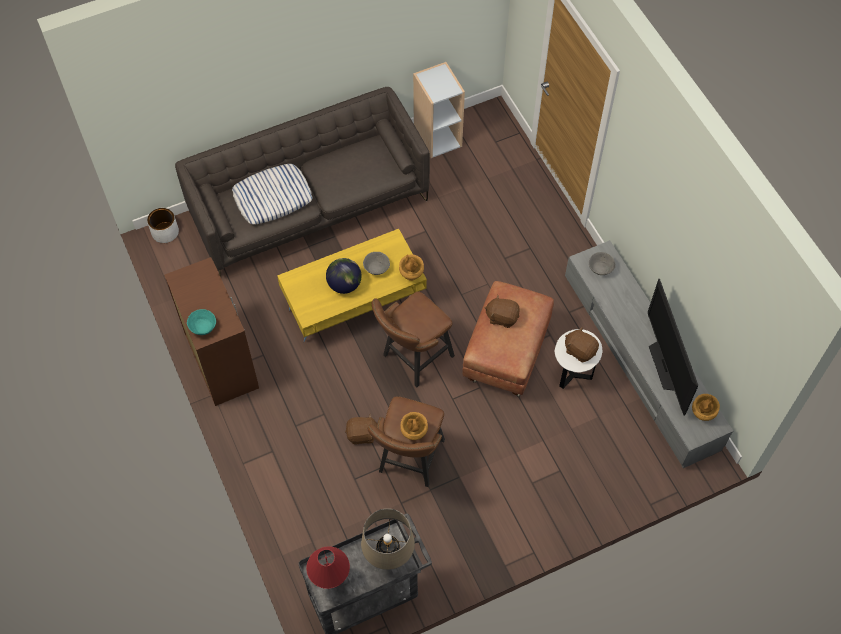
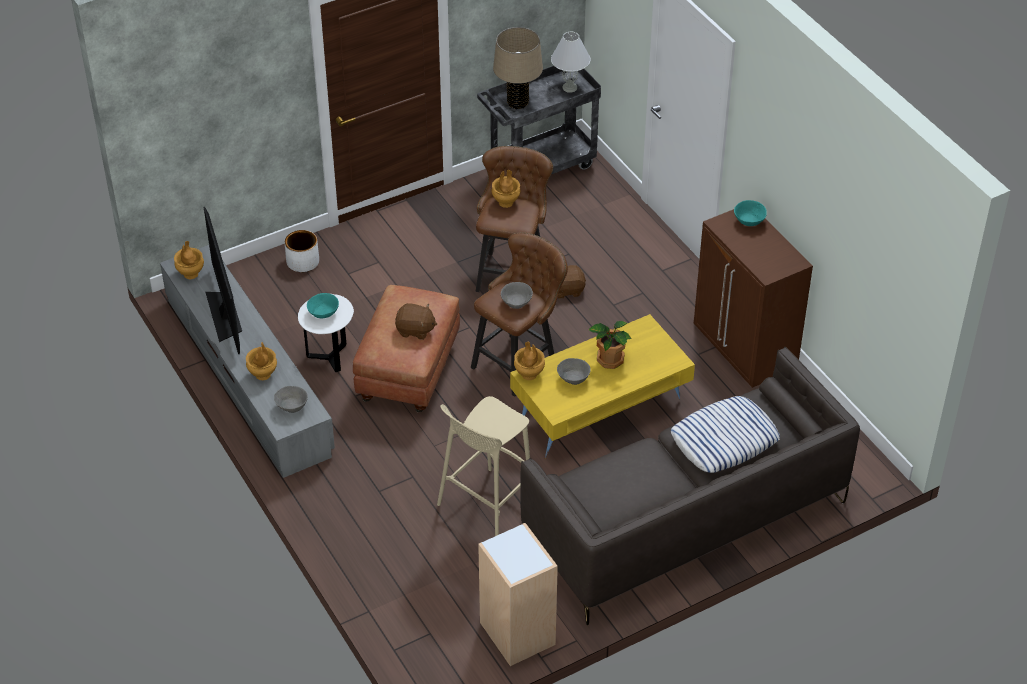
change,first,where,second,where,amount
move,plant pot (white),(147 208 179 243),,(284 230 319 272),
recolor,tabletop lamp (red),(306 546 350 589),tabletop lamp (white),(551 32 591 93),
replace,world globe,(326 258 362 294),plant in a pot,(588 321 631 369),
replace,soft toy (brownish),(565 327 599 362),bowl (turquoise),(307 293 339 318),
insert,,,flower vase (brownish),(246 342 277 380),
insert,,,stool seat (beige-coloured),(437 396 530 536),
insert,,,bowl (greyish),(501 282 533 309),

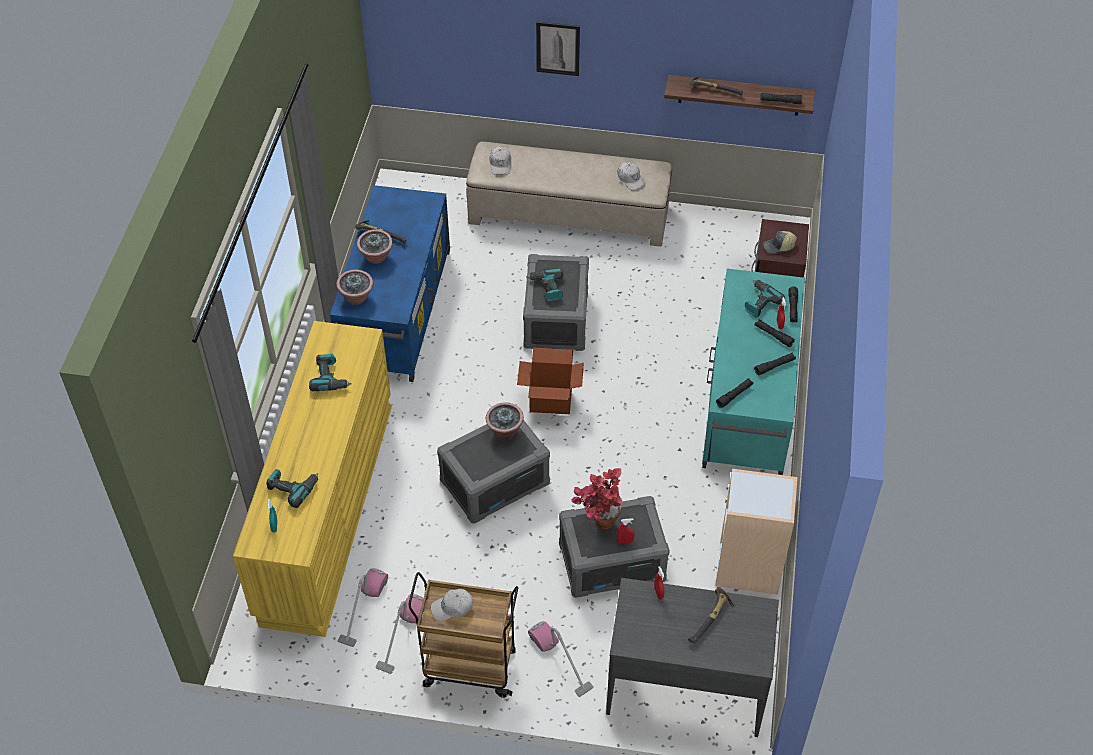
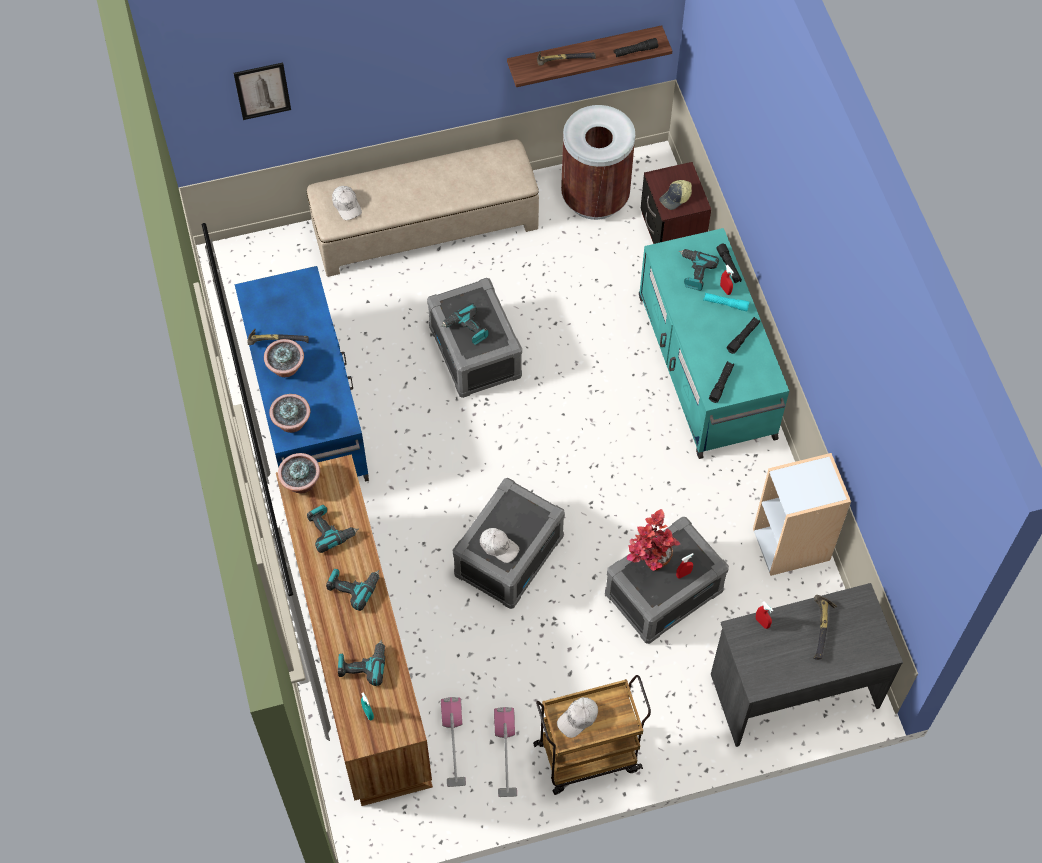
change,first,where,second,where,amount
recolor,dresser (yellow-coloured),(233 321 392 637),dresser (brownish),(276 454 433 806),
move,plant in a pot,(486 402 524 439),,(278 453 320 494),
delete,carton,(517 347 584 414),,,
delete,vacuum,(528 621 593 697),,,
move,picture,(536 21 580 76),,(234 63 291 120),
move,peaked cap (white),(617 162 646 190),,(480 528 520 563),
recolor,torch (black),(754 319 795 347),torch (turquoise),(703 293 750 312),
insert,,,electric drill,(326 569 380 611),
insert,,,rubbish bin (brownish),(561 105 635 220),

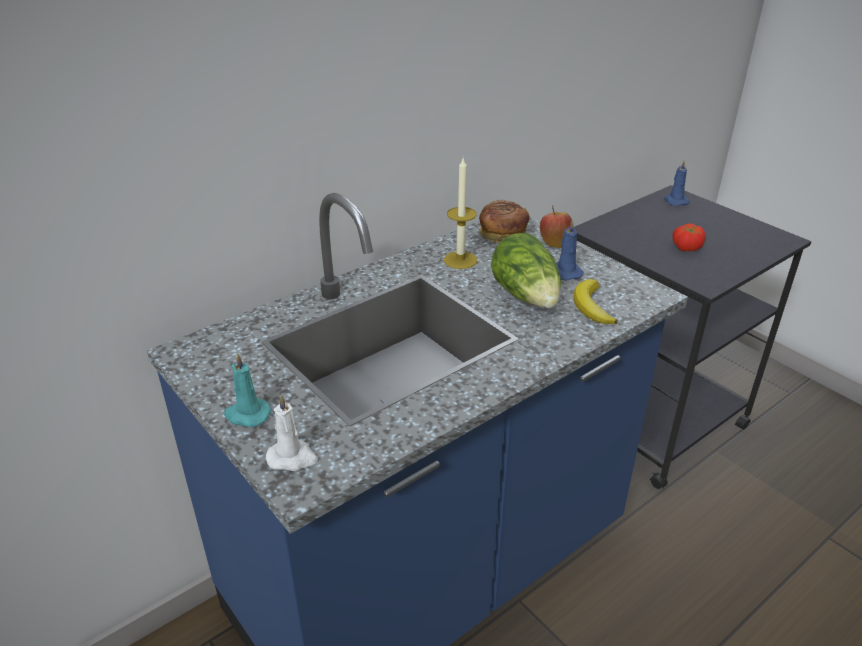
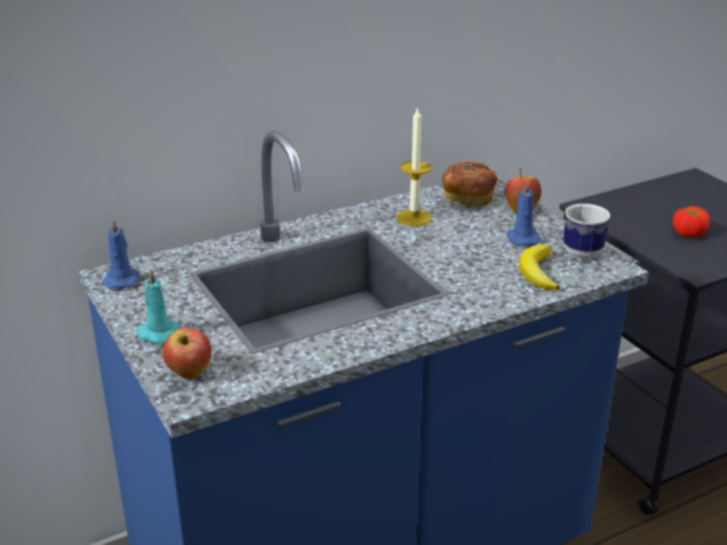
change,first,where,second,where,amount
replace,wax candle (white),(266 394 318 471),apple,(162 327 211 379),
delete,lettuce,(491 233 561 308),,,
move,wax candle (blue-coloured),(664 160 689 206),,(103 218 140 288),
insert,,,mug,(563 203 610 259),

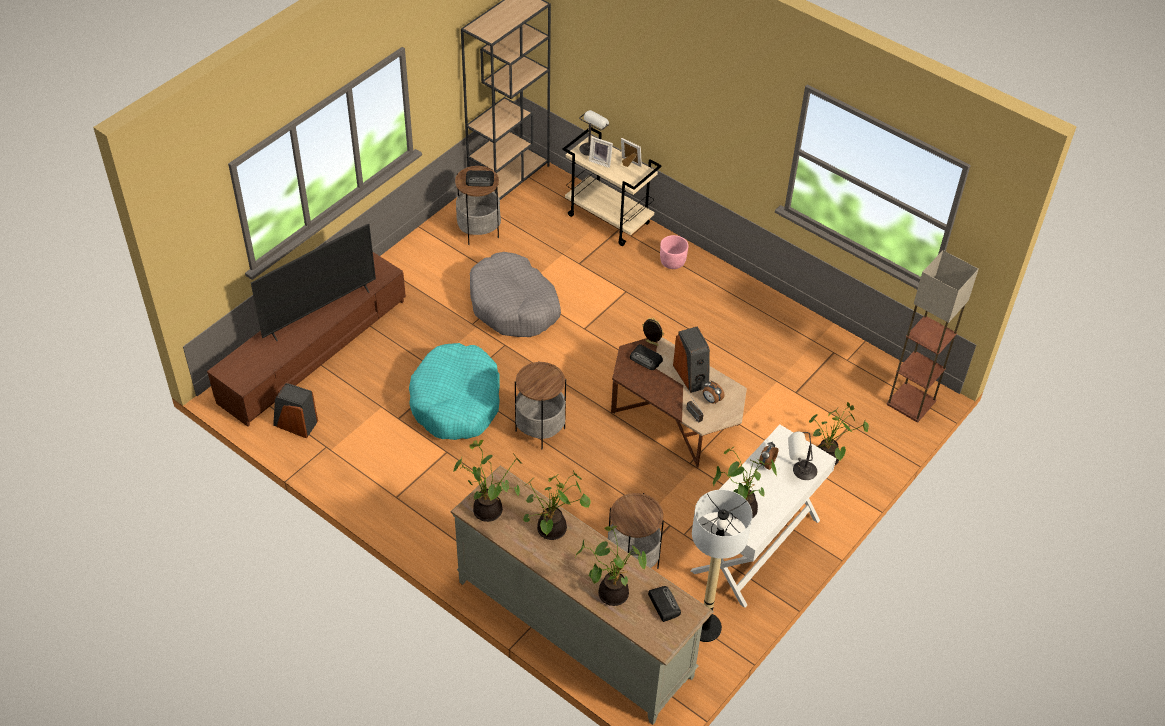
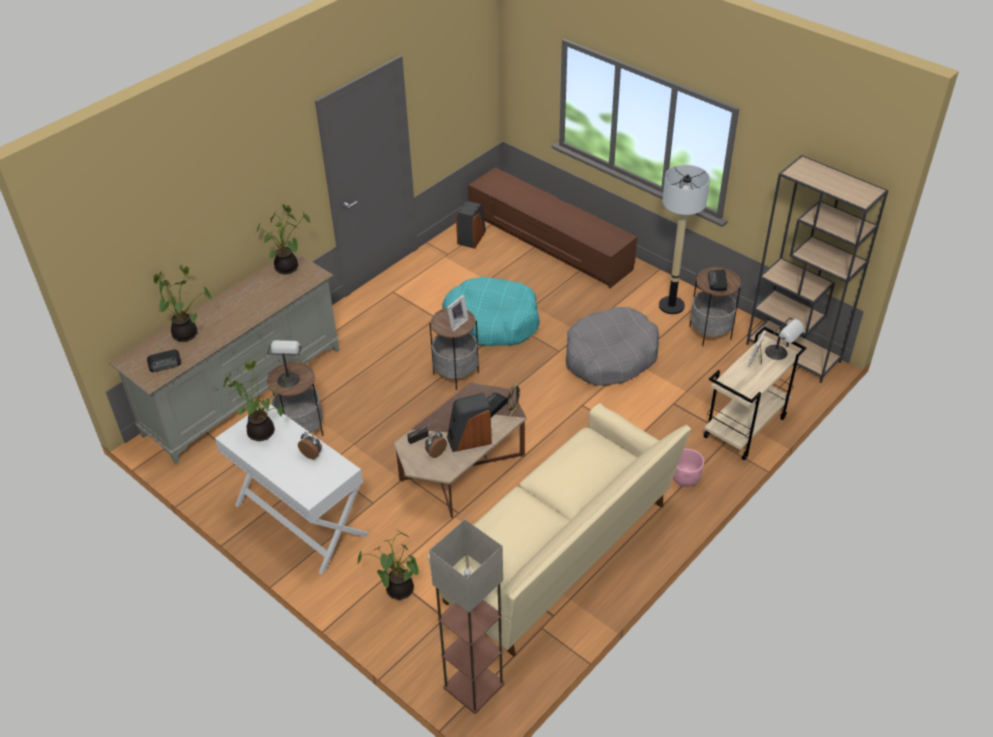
change,first,where,second,where,amount
delete,TV,(251 224 376 341),,,
delete,plant in a pot,(523 470 591 540),,,
move,photo frame,(621 138 642 167),,(447 295 468 332),
move,standard lamp,(692 490 752 642),,(659 165 710 314),
move,tabletop lamp,(788 431 817 480),,(267 340 302 388),
insert,,,settee (beige-coloured),(428 403 691 656),

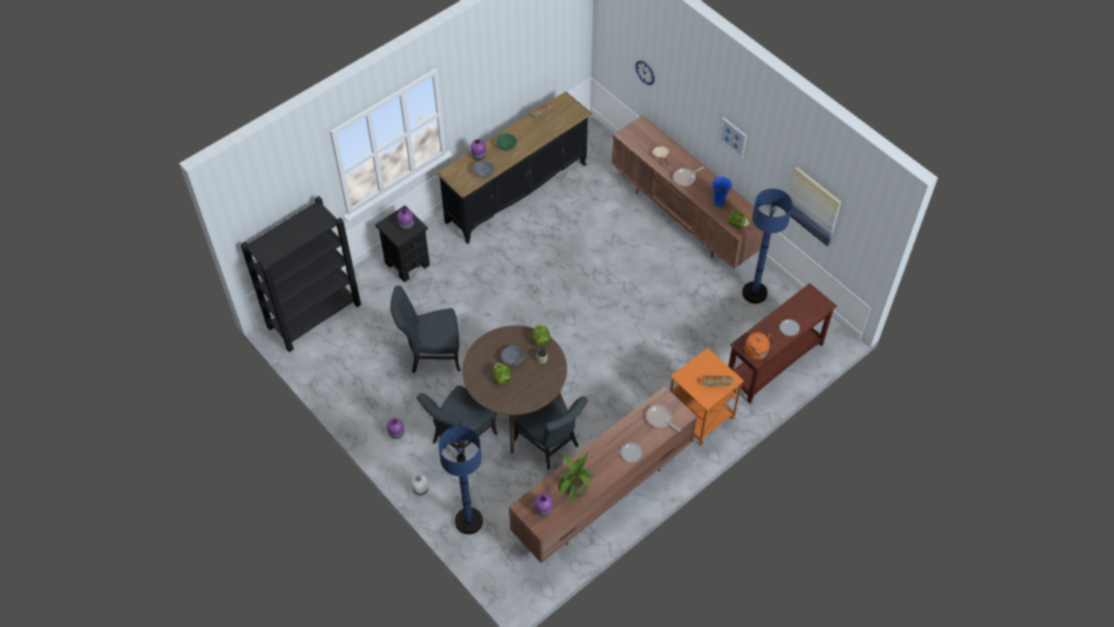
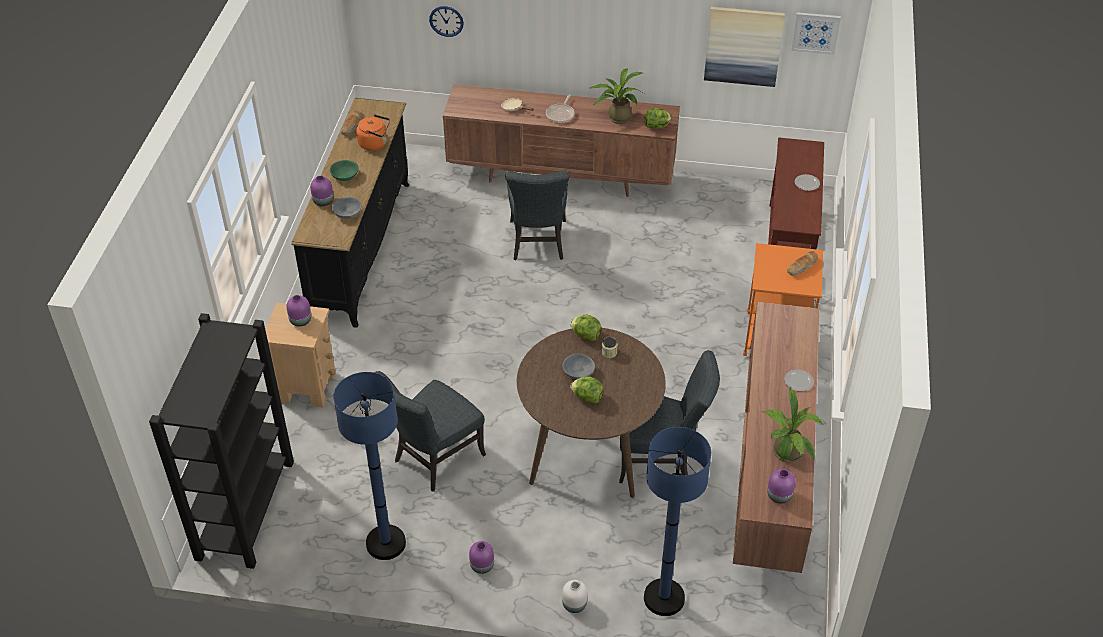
change,first,where,second,where,amount
recolor,night table (black),(375 206 430 282),night table (beige-coloured),(265 303 336 407),
move,upright chair (greyish),(417 385 498 455),,(505 171 570 260),
delete,frying pan,(646 405 681 432),,,
replace,flower vase (blue-coloured),(712 177 732 207),plant in a pot,(590 68 643 124),
move,picture,(718 117 747 159),,(791 12 841 55),
move,standard lamp (blue-coloured),(742 189 792 304),,(333 372 406 560),
move,tea kettle (orangey),(744 332 775 360),,(356 114 390 151),

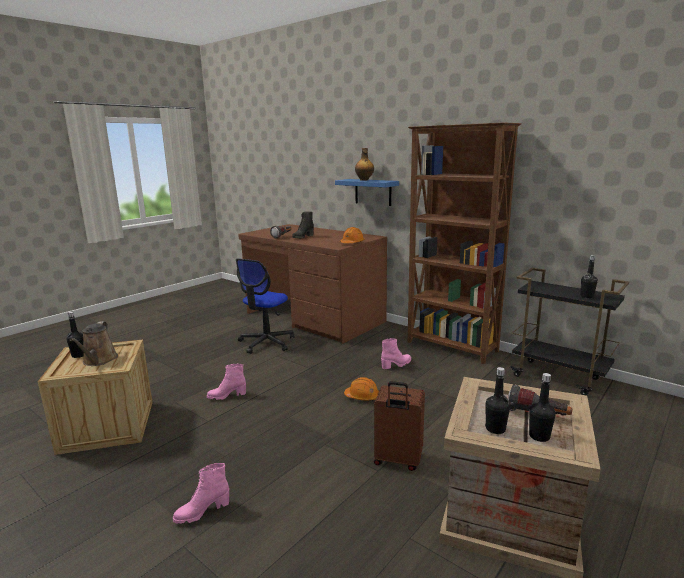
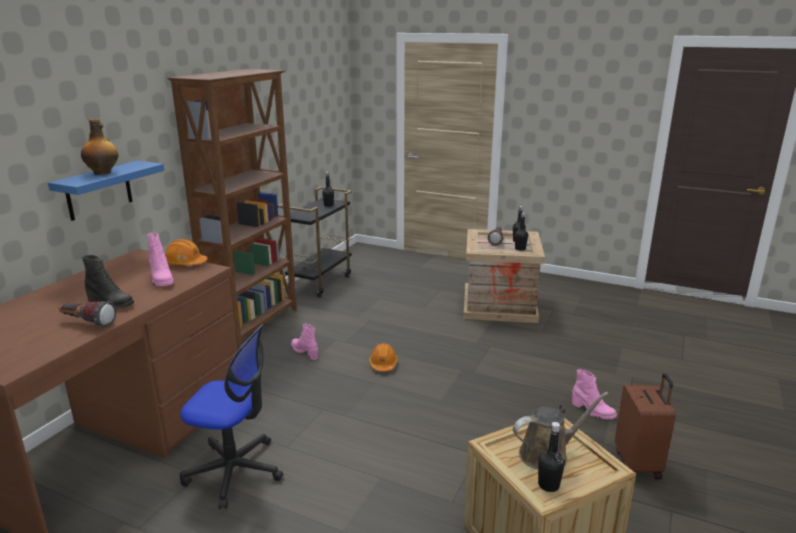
change,first,where,second,where,amount
move,tall boot (pink),(207 364 246 400),,(148 233 174 286),
move,suitcase (brownish),(374 381 425 471),,(615 373 676 480),

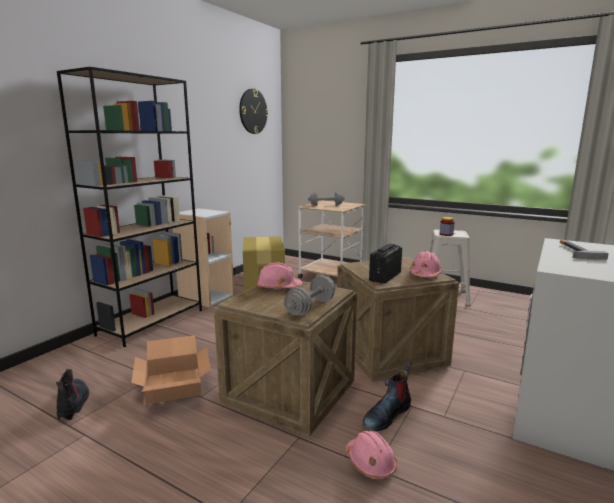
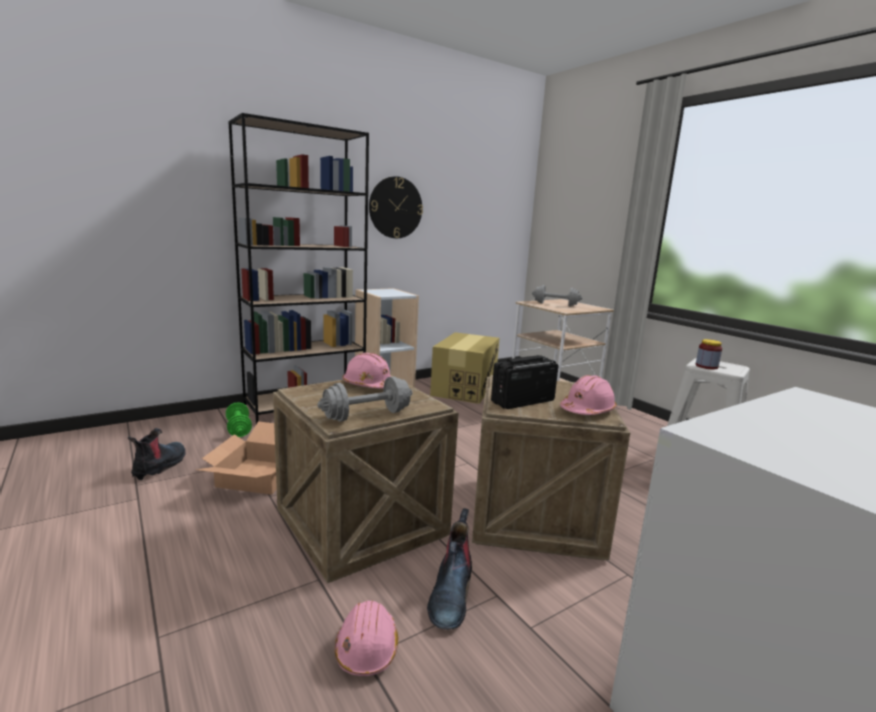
change,first,where,second,where,amount
move,wall clock,(239 89 268 134),,(369 176 423 238),
rotate,tall boot,(363 362 412 431),,(427 508 472 630),60 degrees counterclockwise
delete,tool hammer,(560 240 609 260),,,
insert,,,hand weight (green-coloured),(226 402 252 437),

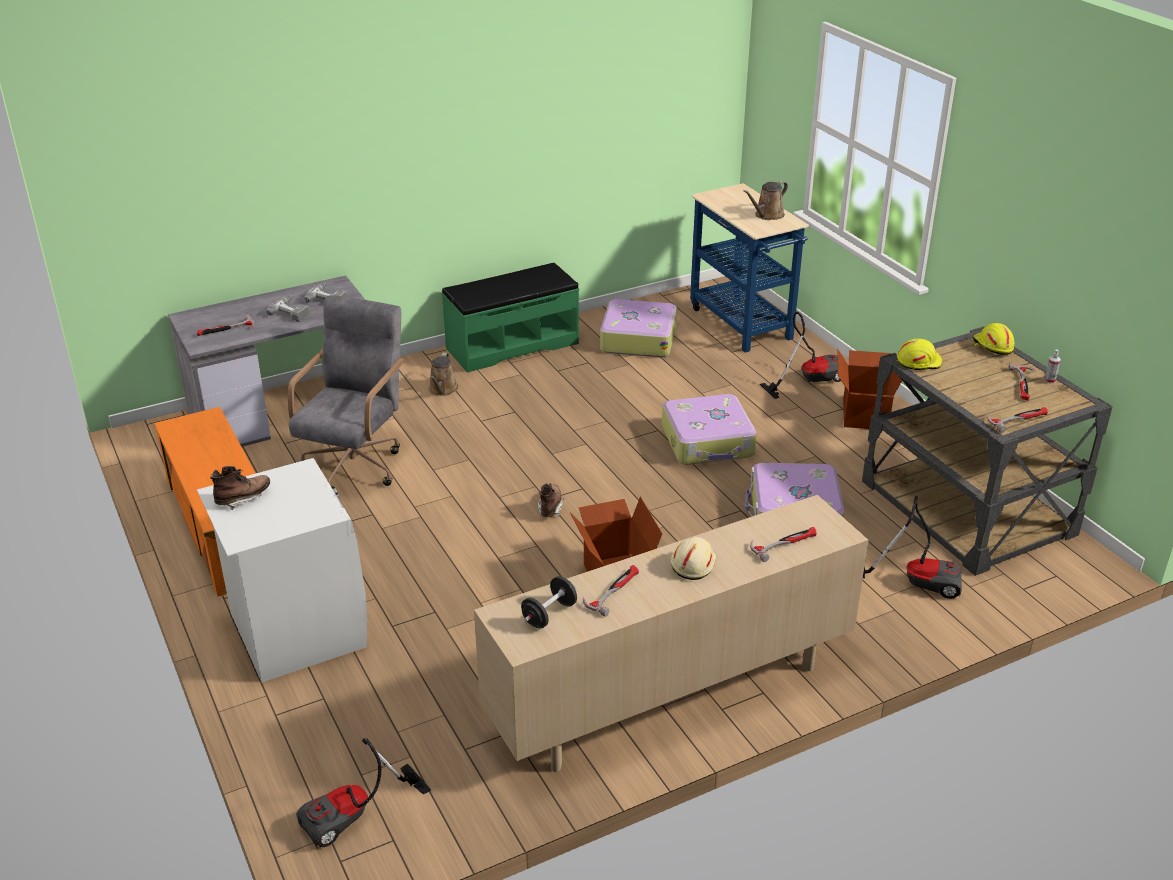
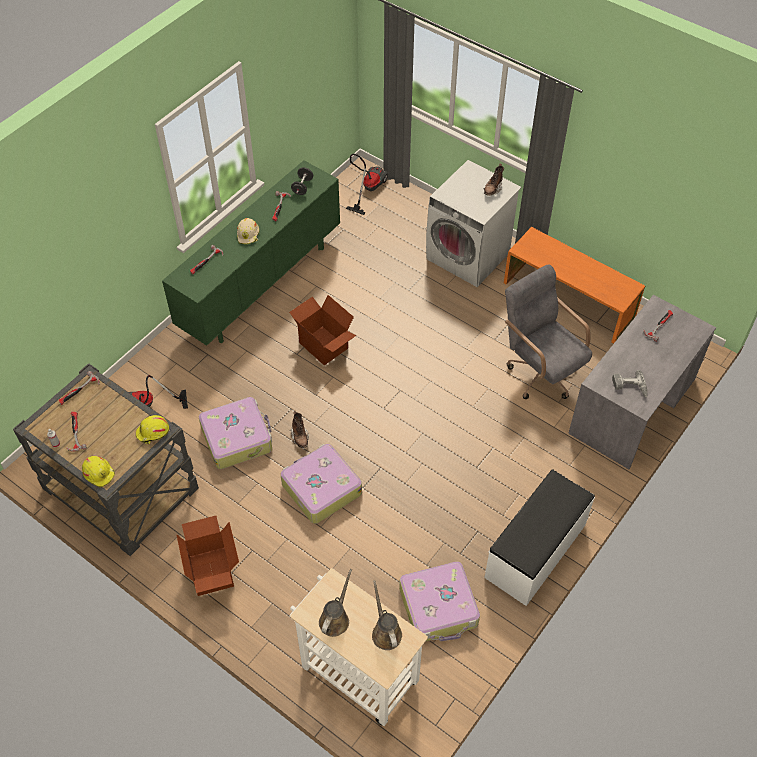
change,first,where,second,where,amount
delete,electric drill,(266 295 310 322),,,
rotate,office chair (greyish),(288 295 404 489),,(505 264 592 399),150 degrees clockwise
move,sprinkling can (brownish),(429 353 458 396),,(372 580 402 650),
recolor,indoor bench (green-coloured),(442 263 579 373),indoor bench (white),(484 469 595 606),
recolor,cabinet (beige-coloured),(474 495 868 772),cabinet (green-coloured),(162 160 340 346),
move,tall boot (brownish),(538 483 564 517),,(290 411 309 448),
recolor,trolley (blue-coloured),(690 184 809 352),trolley (white),(289 568 428 726),
delete,vacuum,(760 312 841 399),,,

